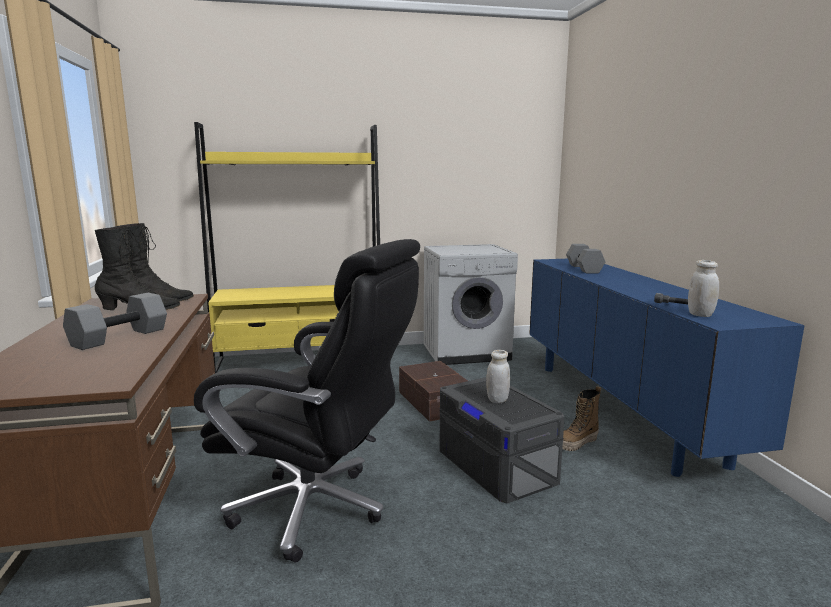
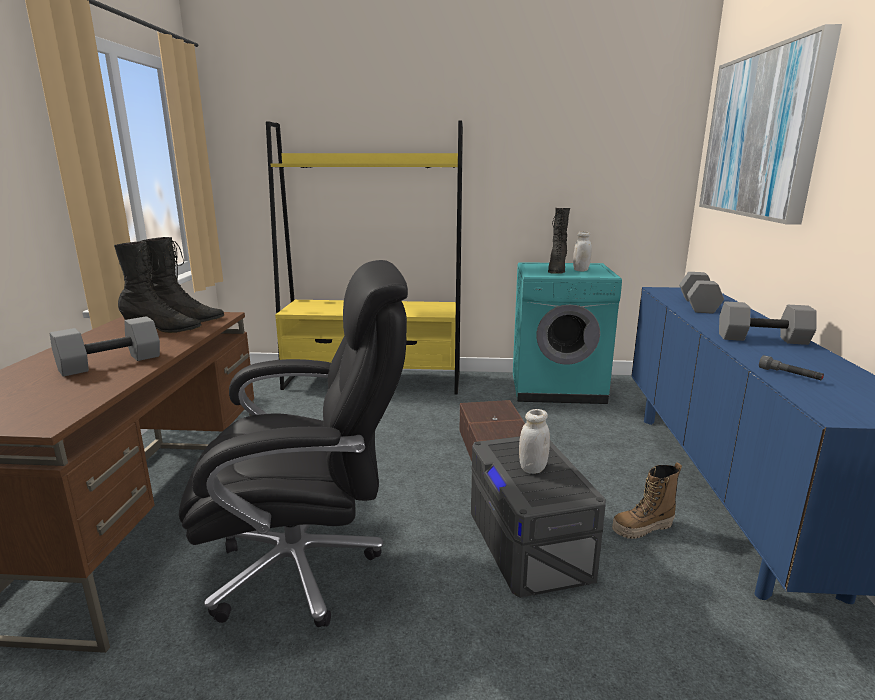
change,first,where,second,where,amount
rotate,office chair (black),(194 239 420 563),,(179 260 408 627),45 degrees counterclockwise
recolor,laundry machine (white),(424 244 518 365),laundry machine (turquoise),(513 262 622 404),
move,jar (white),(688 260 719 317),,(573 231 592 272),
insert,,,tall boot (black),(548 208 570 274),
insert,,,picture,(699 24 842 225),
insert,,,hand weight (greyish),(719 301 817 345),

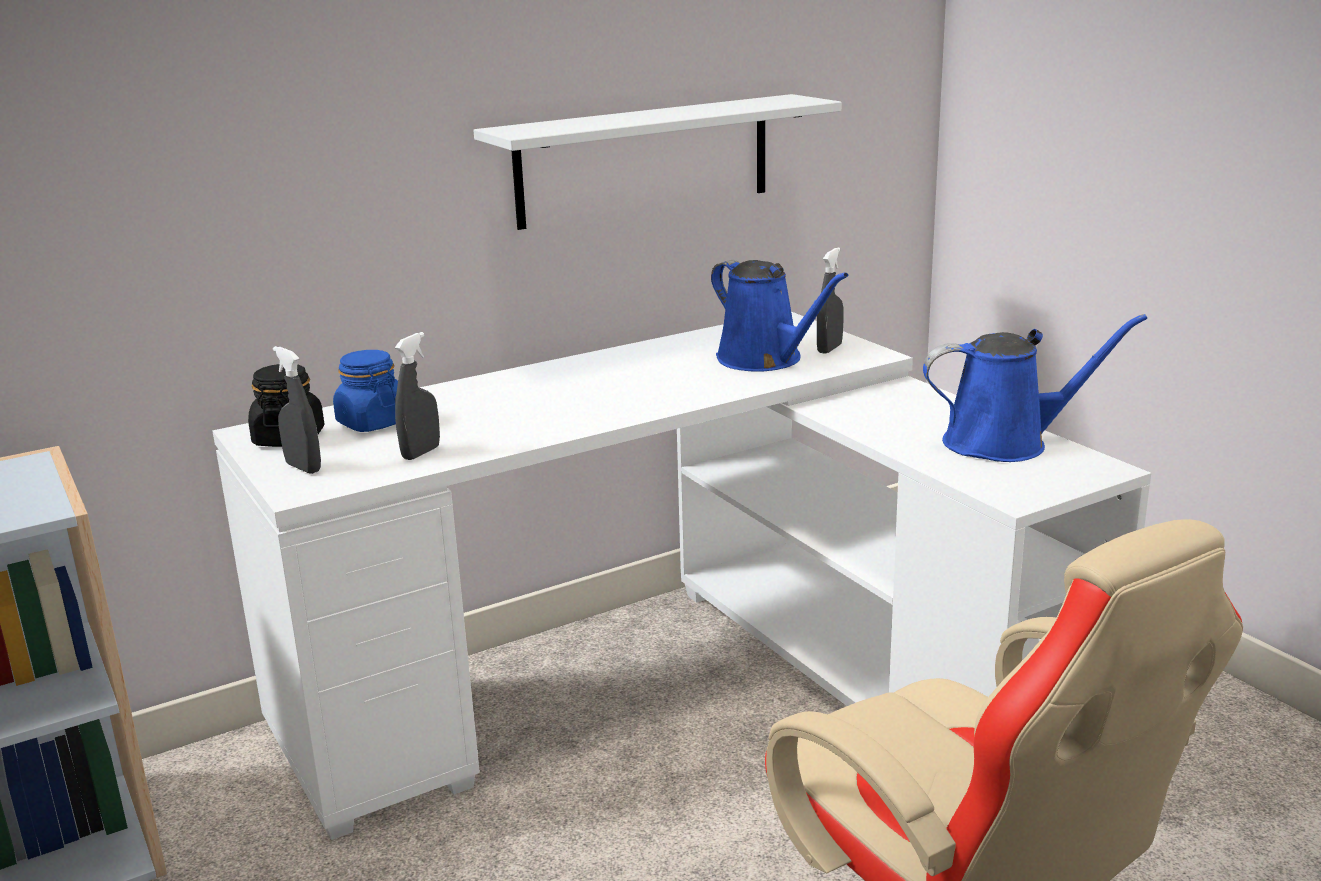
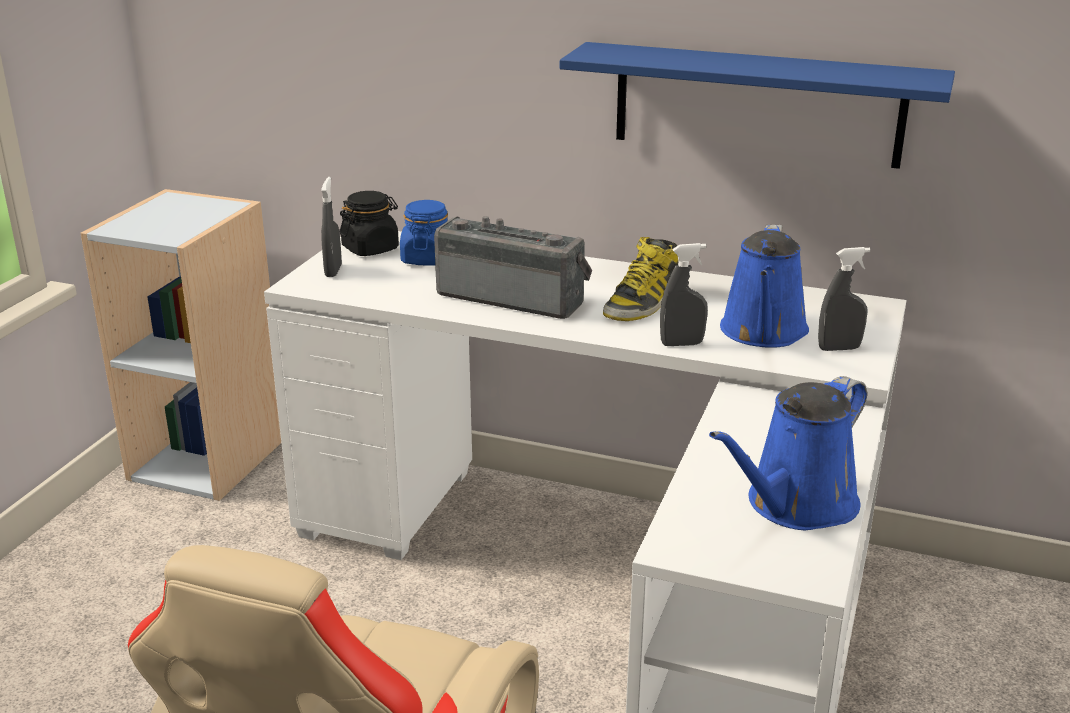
change,first,where,second,where,amount
move,spray bottle (greyish),(395 332 440 460),,(660 243 708 346),
recolor,bracket shelf (white),(473 94 841 230),bracket shelf (blue-coloured),(560 42 955 169),
rotate,sprinkling can (blue-coloured),(923 314 1147 462),,(709 376 867 530),90 degrees clockwise
insert,,,radio set,(434 216 592 319),
insert,,,tall boot,(603 237 679 321),

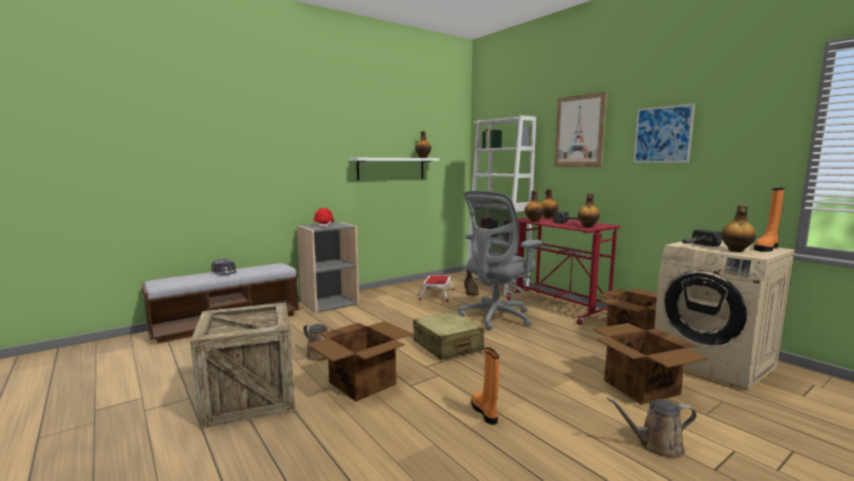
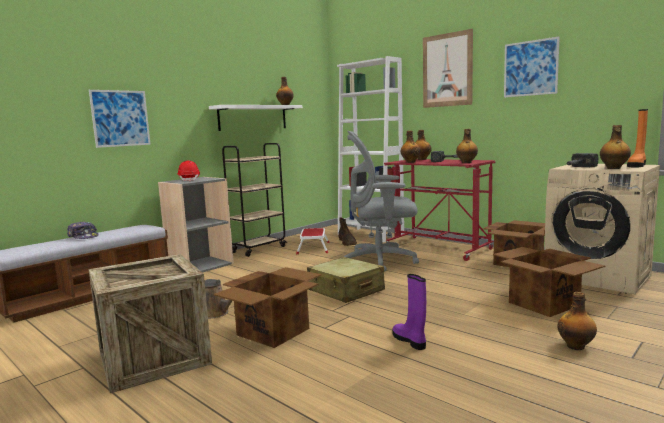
change,first,where,second,where,amount
rotate,office chair (greyish),(458 191 542 331),,(344 131 419 272),60 degrees clockwise
recolor,tall boot (orangey),(471 347 499 425),tall boot (purple),(393 274 426 350),
replace,sprinkling can (brownish),(607 398 697 458),beverage bottle,(558 292 597 350),
insert,,,picture,(89 90 151 148),
insert,,,trolley (beige-coloured),(222 143 287 257),

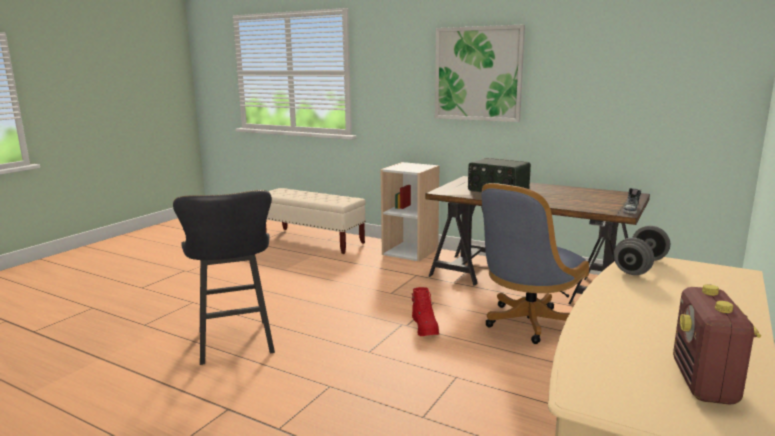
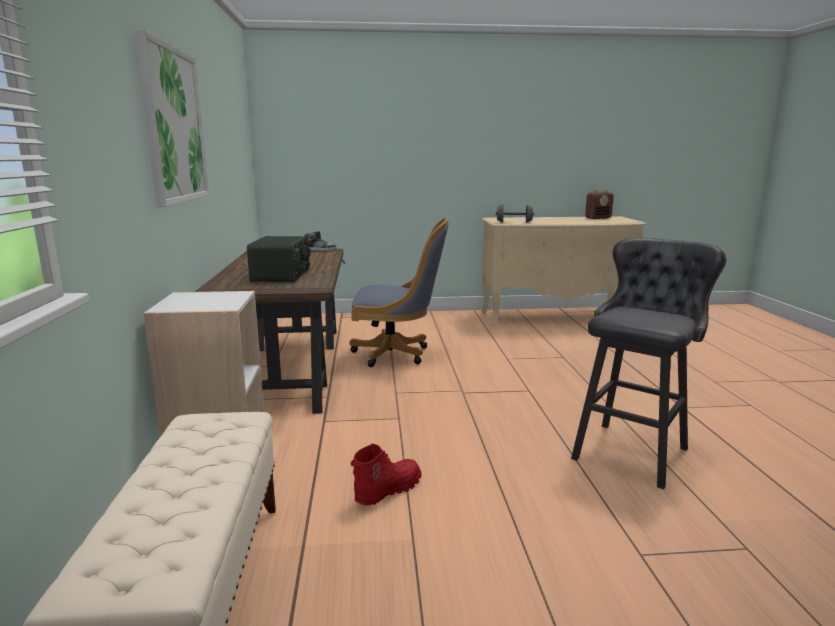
change,first,where,second,where,amount
move,tall boot (red),(412 287 439 336),,(351 444 422 506),

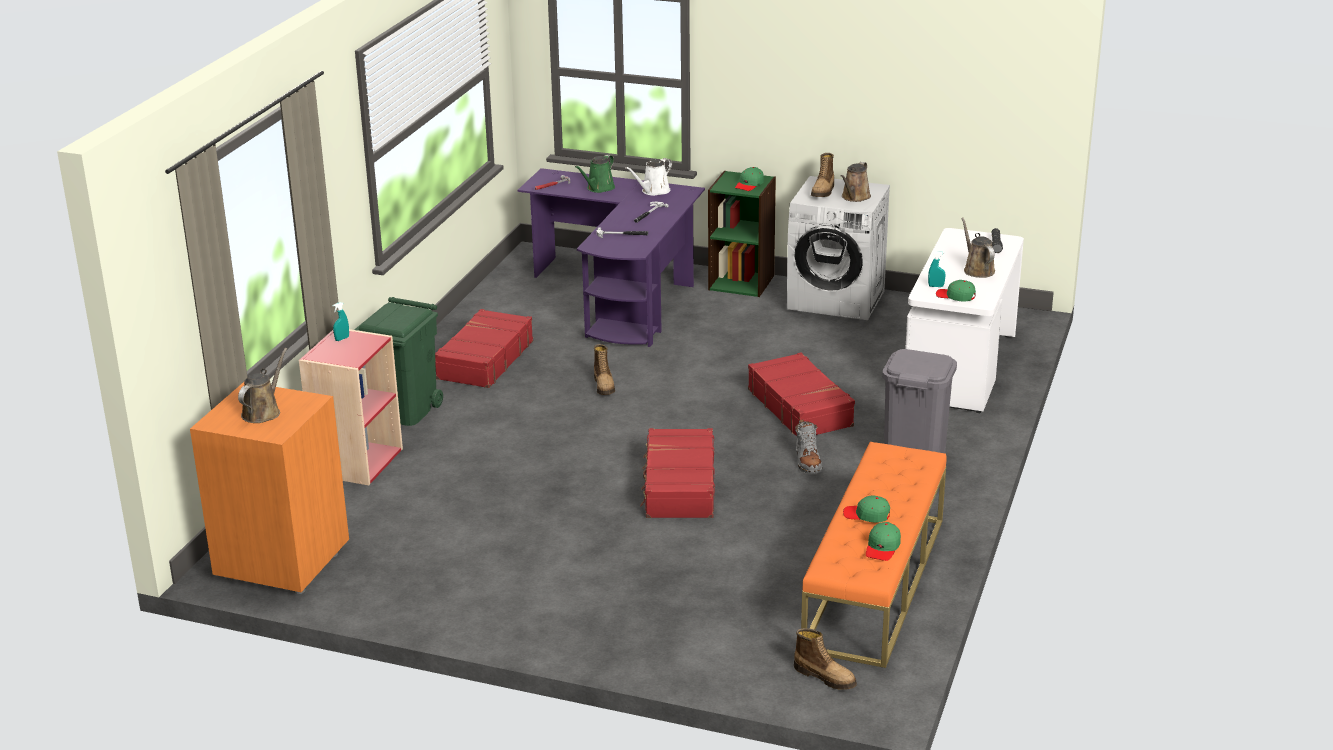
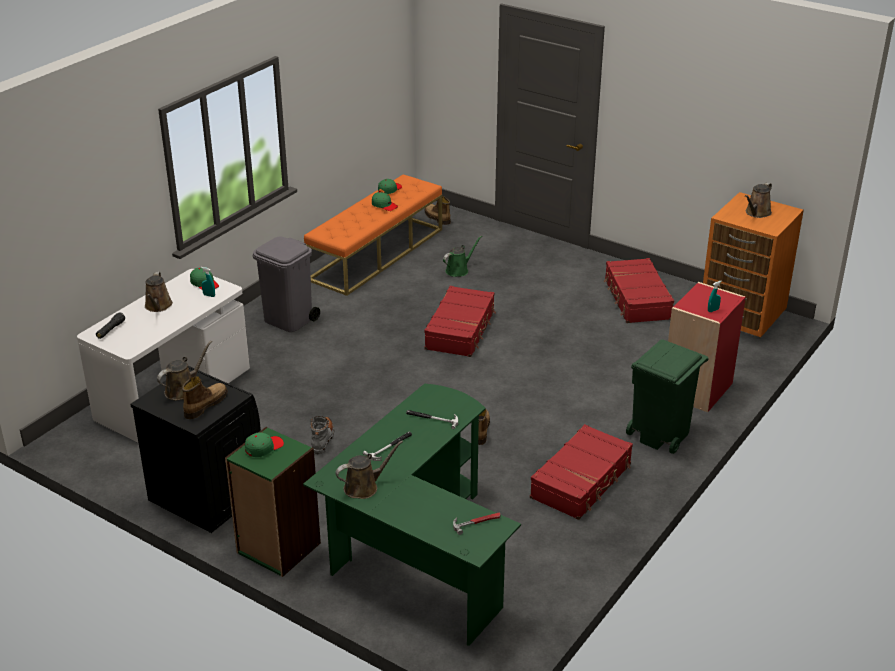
change,first,where,second,where,amount
recolor,desk (purple),(517 168 705 347),desk (green-coloured),(303 384 521 646),
move,sprinkling can (green-coloured),(575 155 615 193),,(443 236 482 277),
recolor,sprinkling can (white),(625 158 672 196),sprinkling can (brownish),(335 441 403 499),
move,suitcase (red),(748 353 855 436),,(604 258 674 323),
recolor,laundry machine (white),(787 176 890 320),laundry machine (black),(130 366 261 533),
move,tall boot (greyish),(795 419 822 474),,(310 416 334 454),

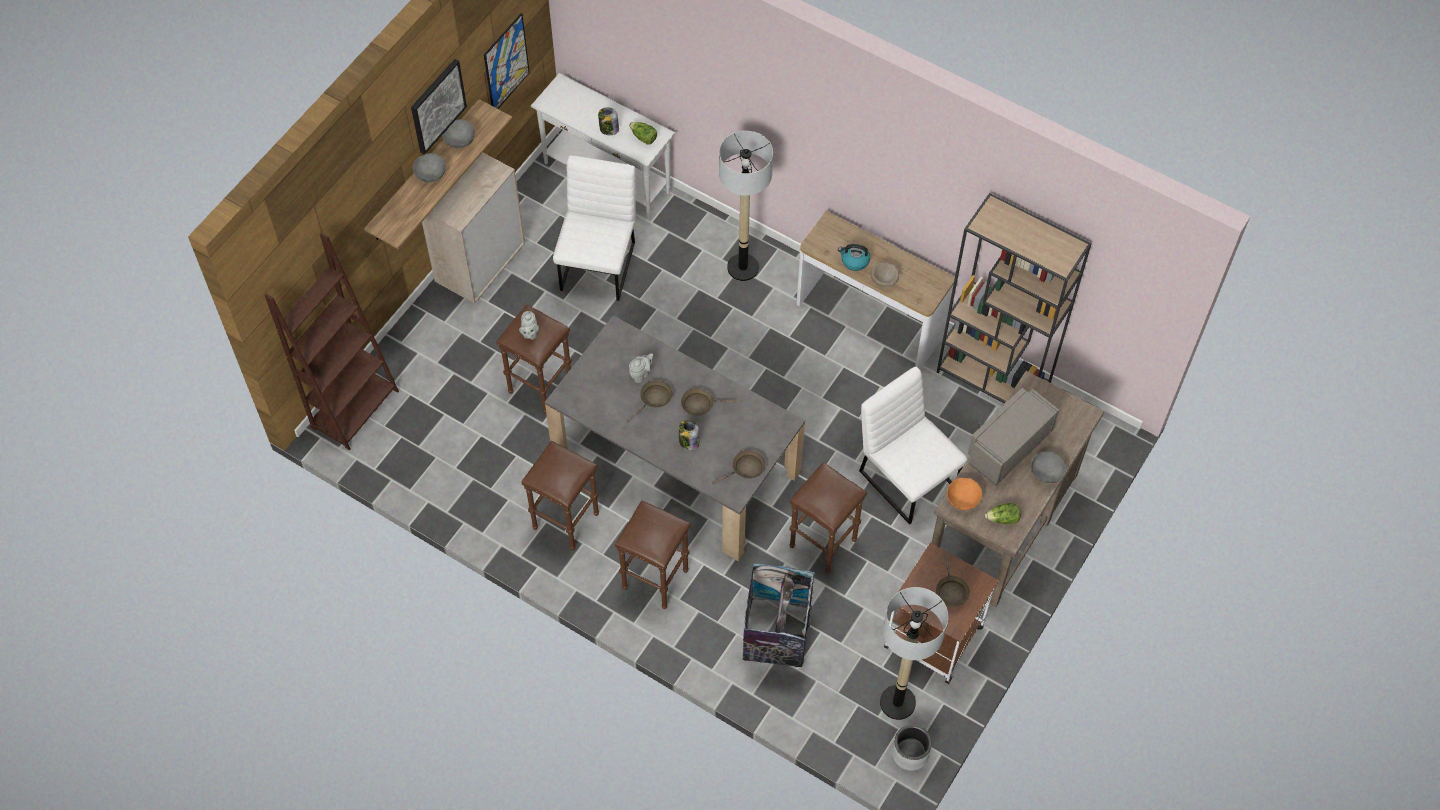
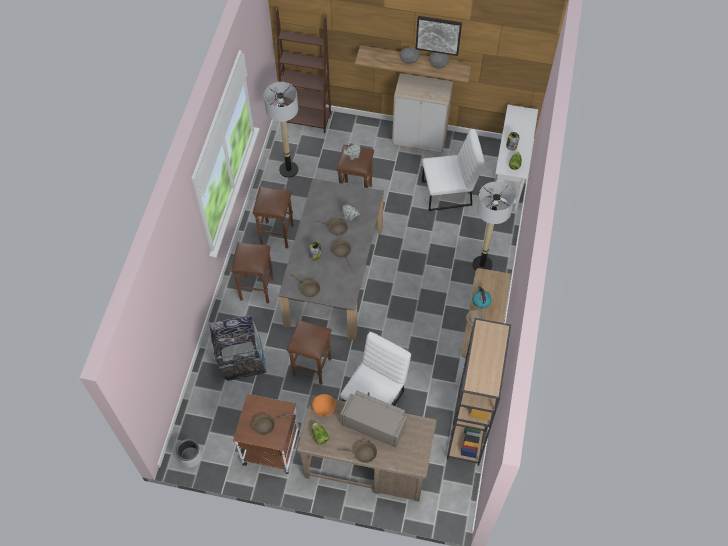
change,first,where,second,where,amount
delete,picture,(484 13 530 109),,,
move,standard lamp,(880 587 948 720),,(264 82 298 178),
replace,bowl (greyish),(1031 452 1066 483),frying pan (brownish),(337 441 377 463),

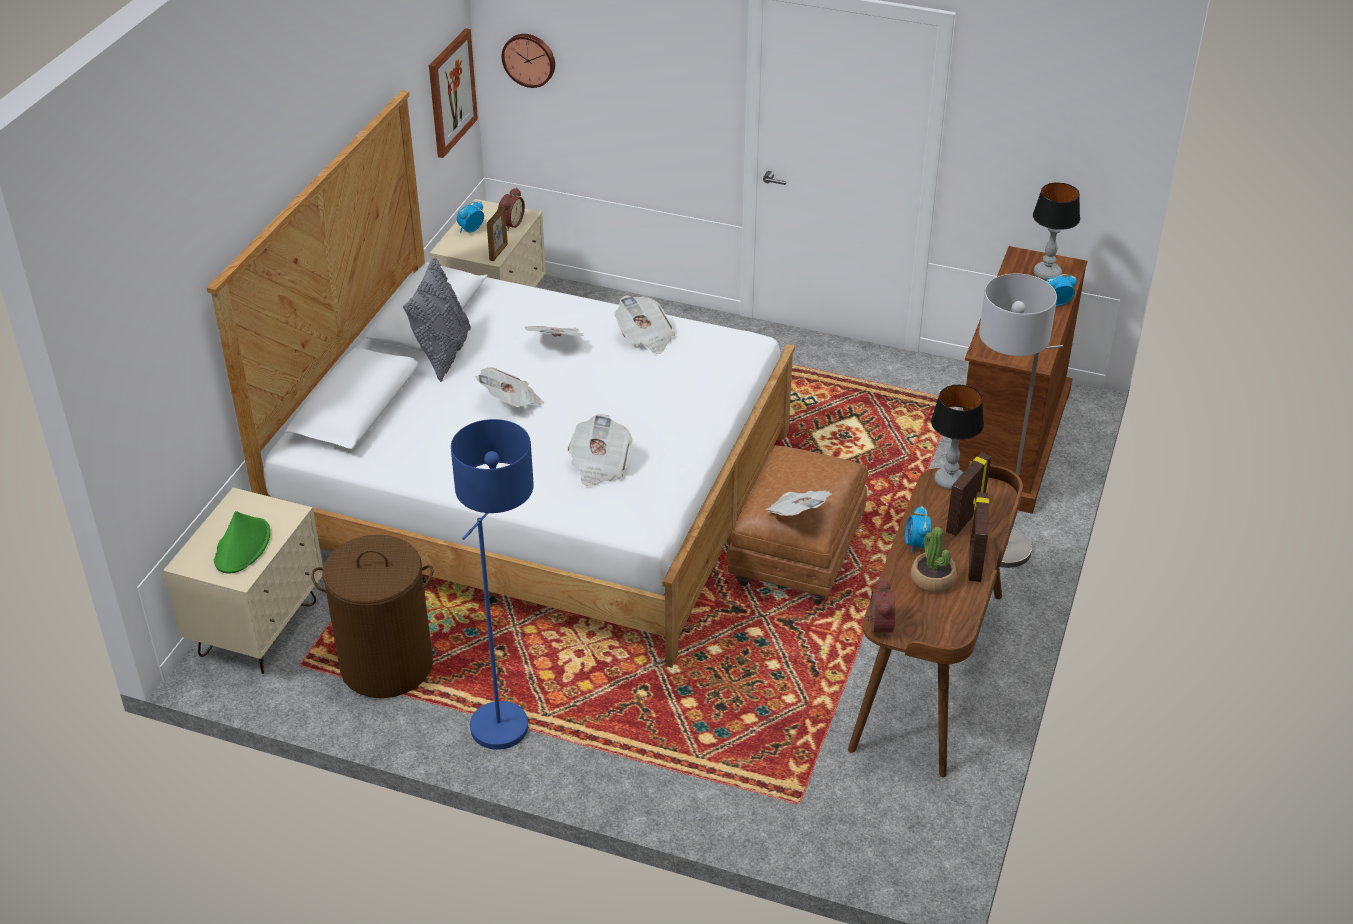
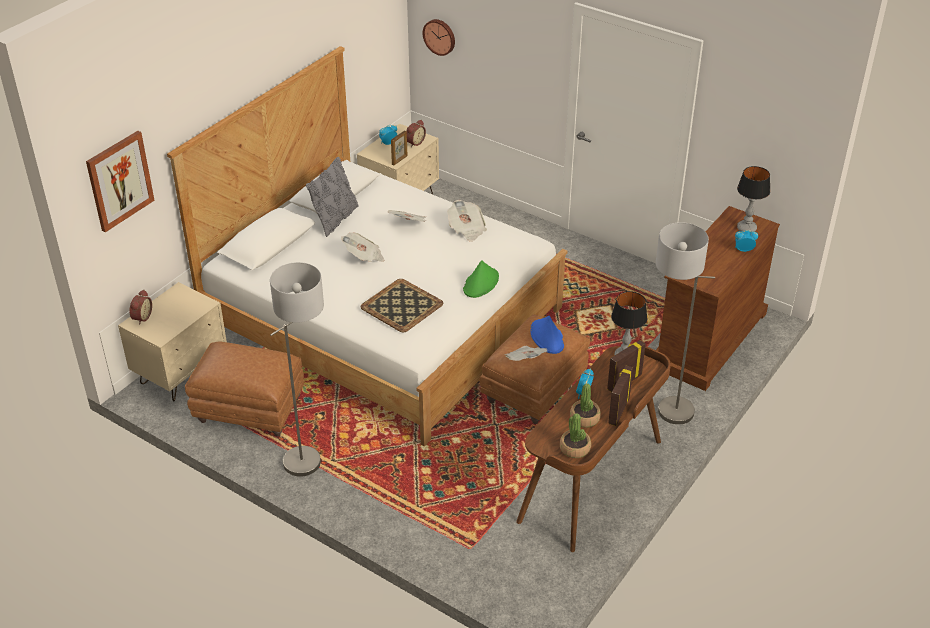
change,first,where,second,where,amount
move,wearable hat (green-coloured),(213 511 270 573),,(463 260 499 298),
replace,hamper (brownish),(311 534 433 698),ottoman (brownish),(185 341 304 437),
move,picture,(429 28 478 158),,(86 131 155 232),
recolor,standard lamp (blue-coloured),(451 419 534 750),standard lamp (greyish),(270 262 324 477),
replace,daily paper,(568 414 632 486),serving tray,(360 279 443 332),
move,alarm clock,(867 579 895 638),,(129 290 152 324),
insert,,,wearable hat (blue-coloured),(530 316 564 354),
insert,,,plant in a pot,(560 414 591 458),

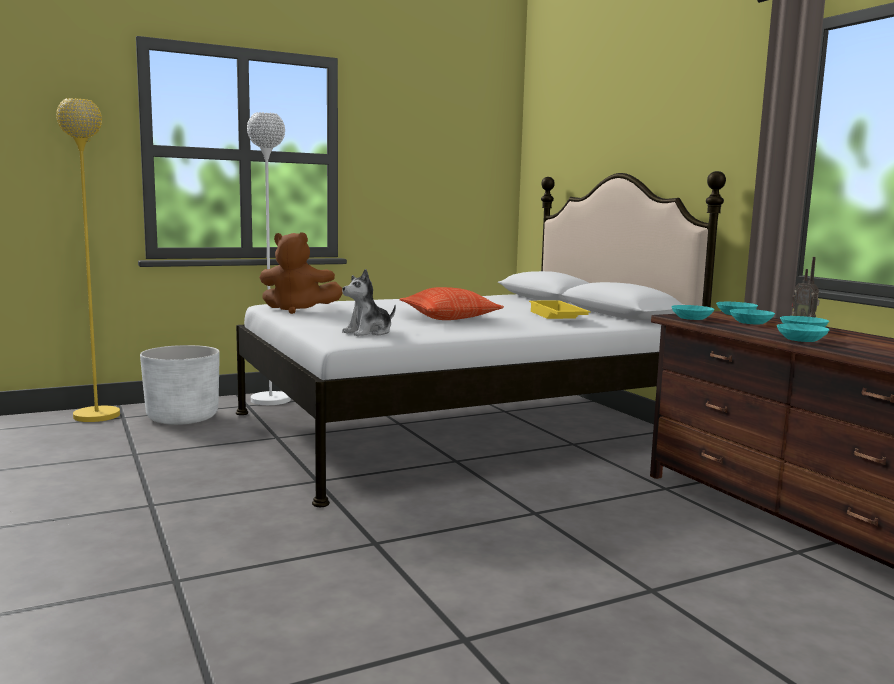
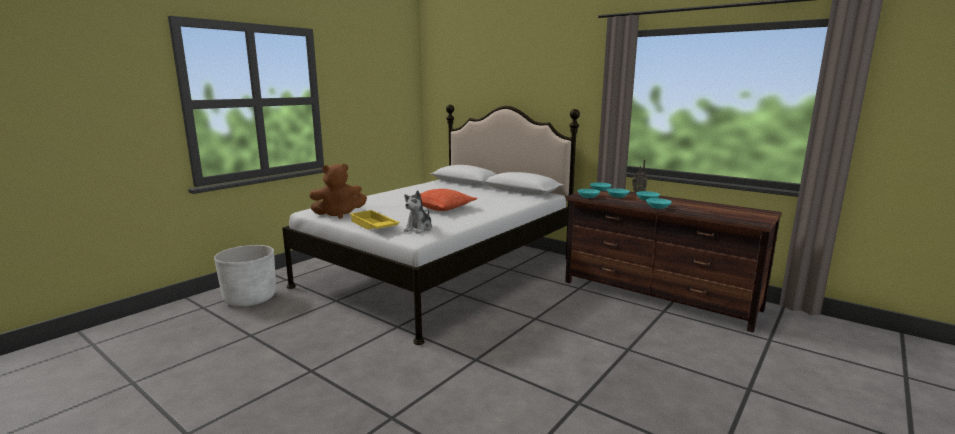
change,first,where,second,where,amount
delete,standard lamp (yellow-coloured),(56 98 120 422),,,
delete,standard lamp (white),(247 112 291 405),,,
move,serving tray (yellow-coloured),(529 301 591 319),,(350 210 400 229),

